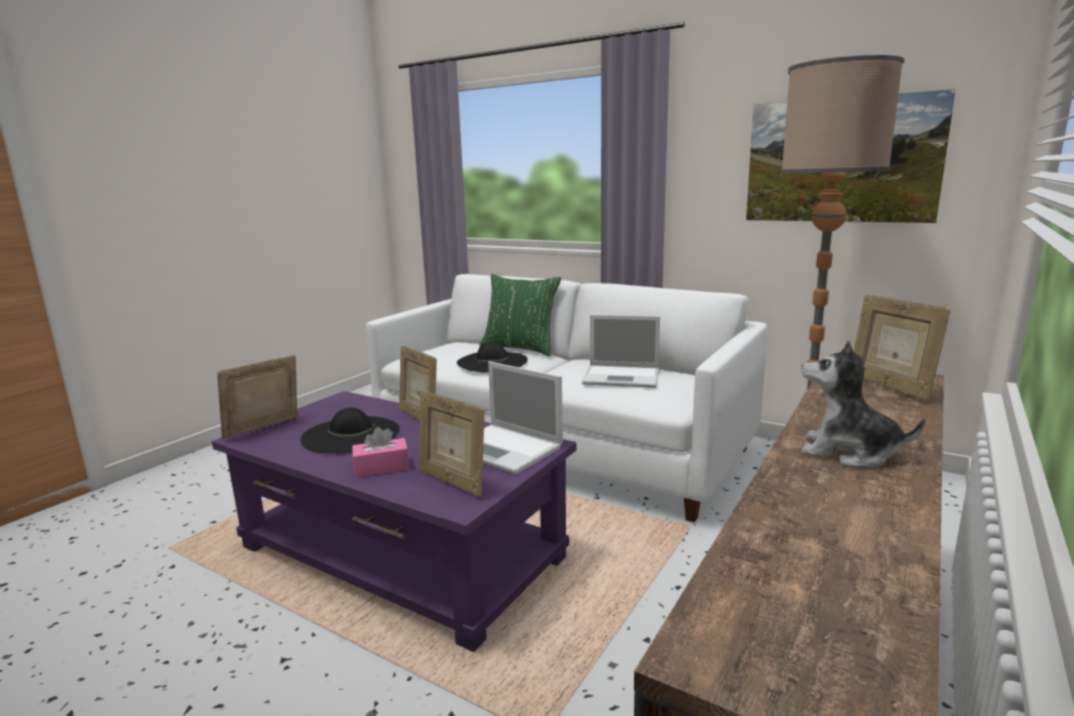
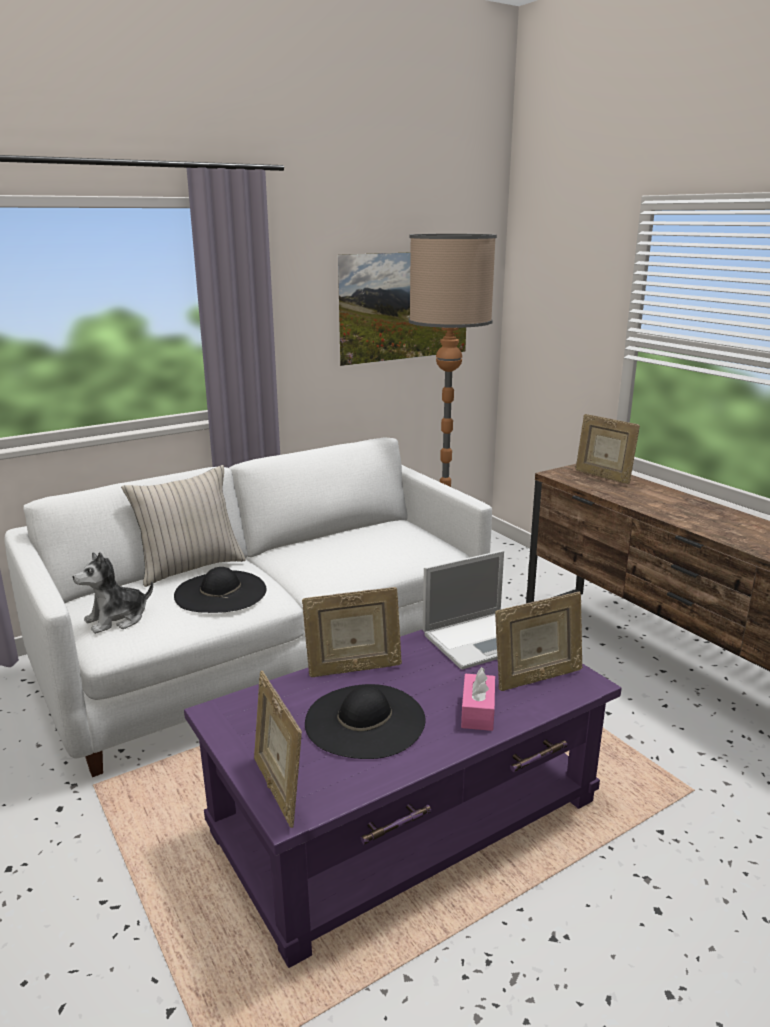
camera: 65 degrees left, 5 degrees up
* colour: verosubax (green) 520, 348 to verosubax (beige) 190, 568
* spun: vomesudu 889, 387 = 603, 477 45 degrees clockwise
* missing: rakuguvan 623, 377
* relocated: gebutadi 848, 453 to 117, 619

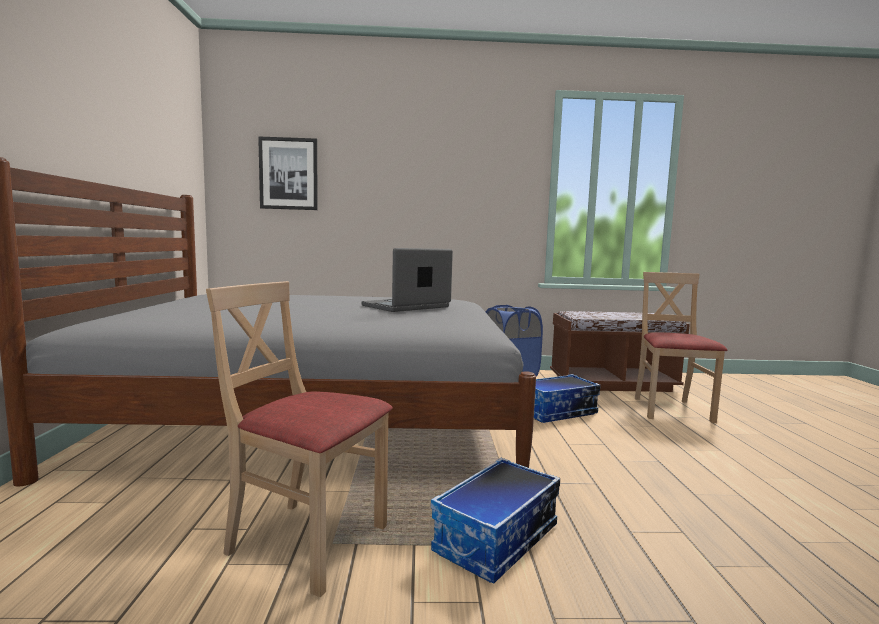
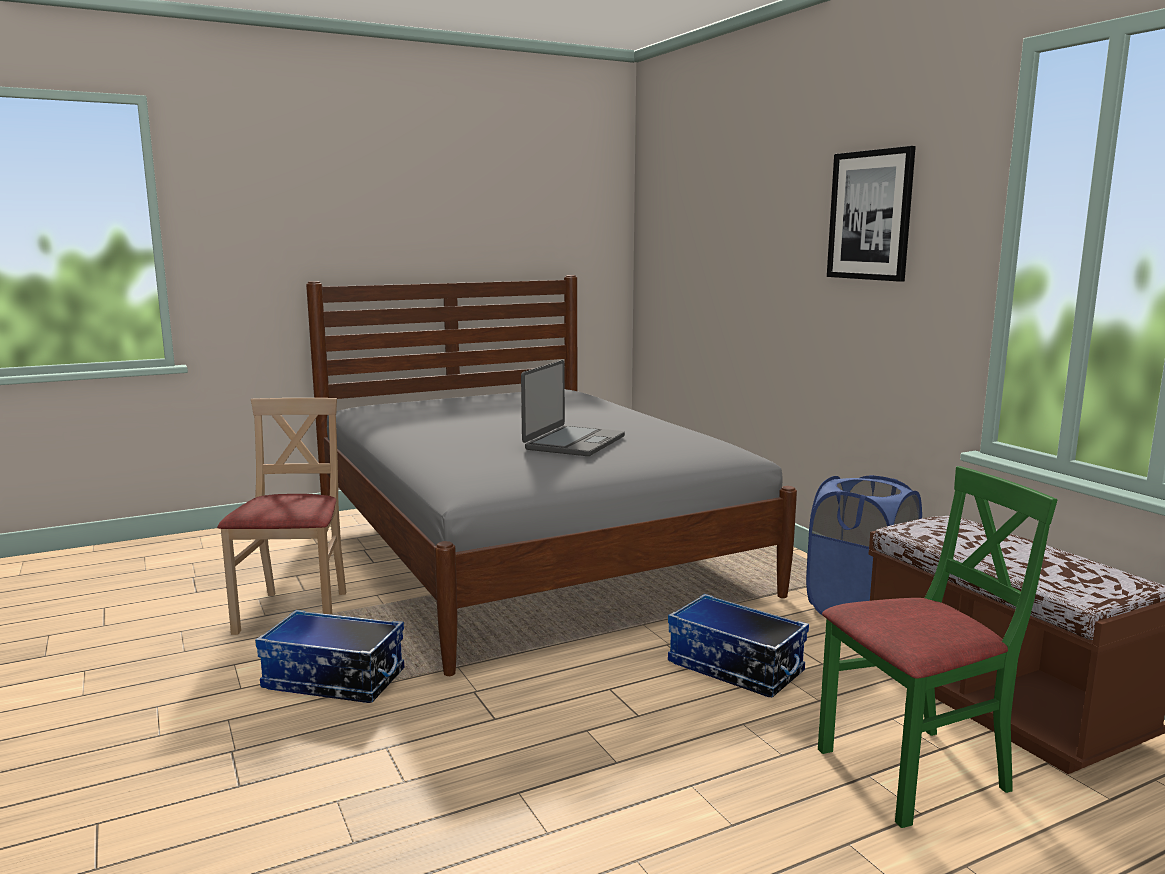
camera: 65 degrees right, 5 degrees up
* relocated: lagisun 288, 174 to 870, 215
* spun: rakuguvan 407, 306 = 573, 443 90 degrees clockwise
* colour: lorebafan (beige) 670, 409 to lorebafan (green) 914, 772

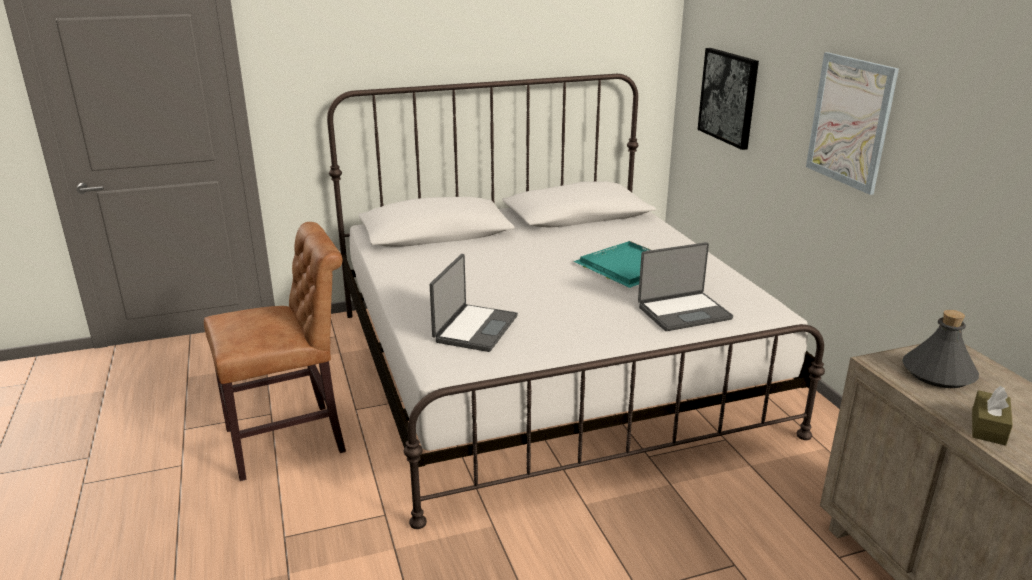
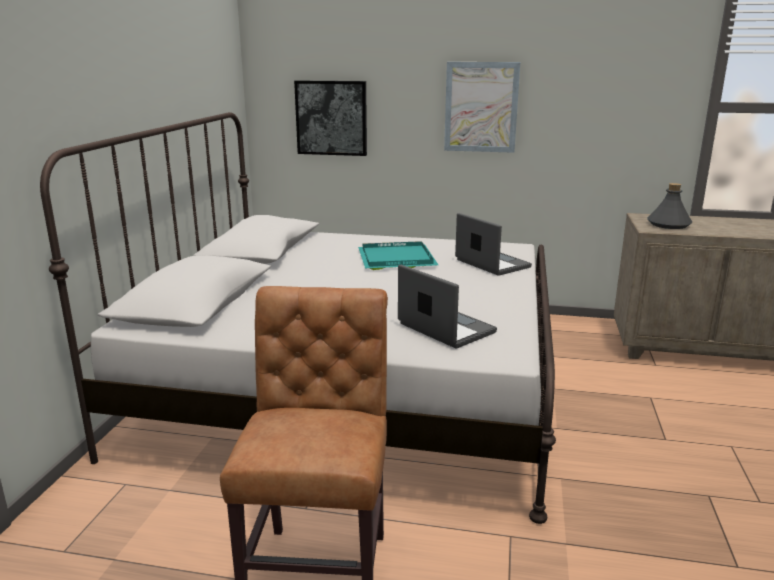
camera: 60 degrees left, 5 degrees down
* spun: rakuguvan 683, 312 = 491, 264 45 degrees counterclockwise
* missing: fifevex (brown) 988, 427

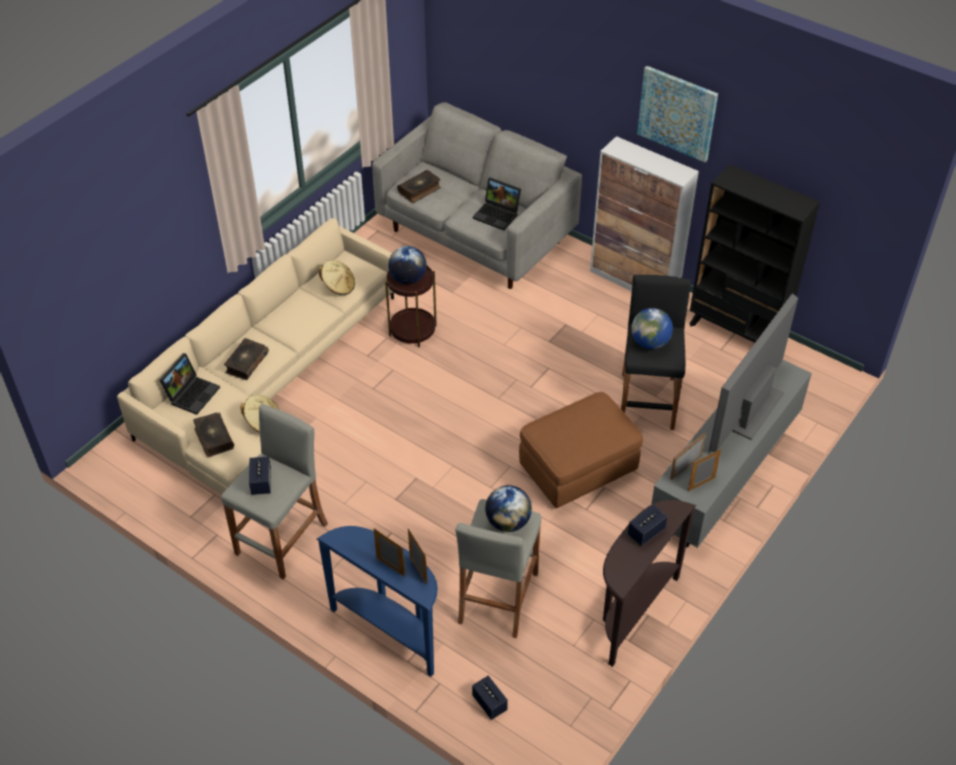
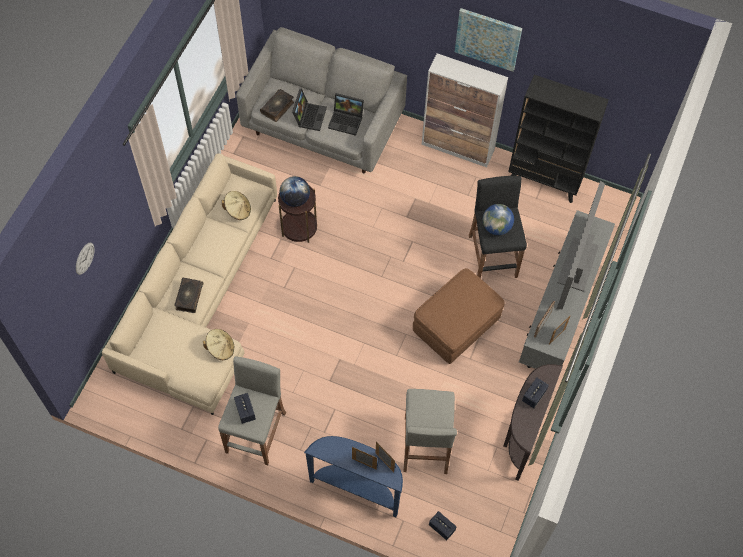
camera: 15 degrees left, 15 degrees up
* relocated: rakuguvan 192, 393 to 309, 116
* missing: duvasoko 213, 438
* missing: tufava 508, 522
* appeared: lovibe 84, 258

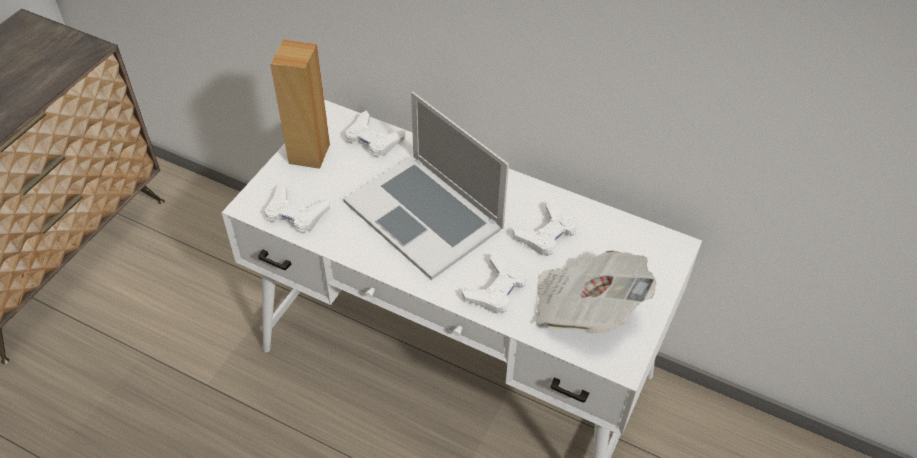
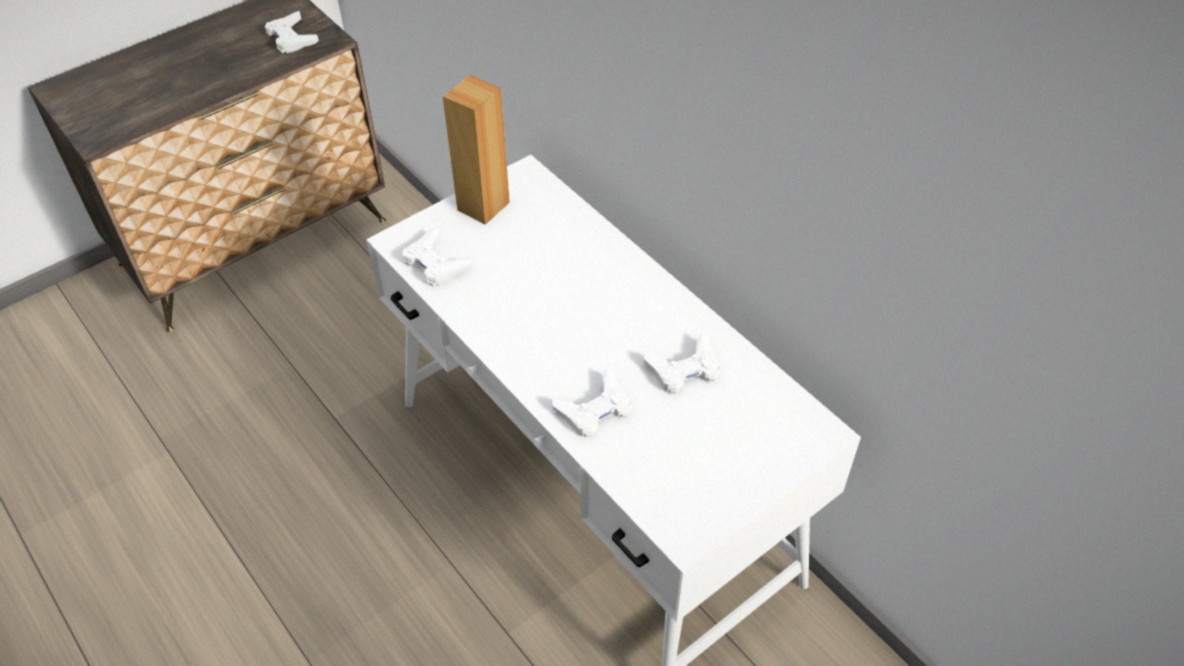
camera: 25 degrees right, 0 degrees up
* missing: rakuguvan 424, 214
* relocated: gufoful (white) 373, 139 to 291, 38
* missing: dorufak 585, 308

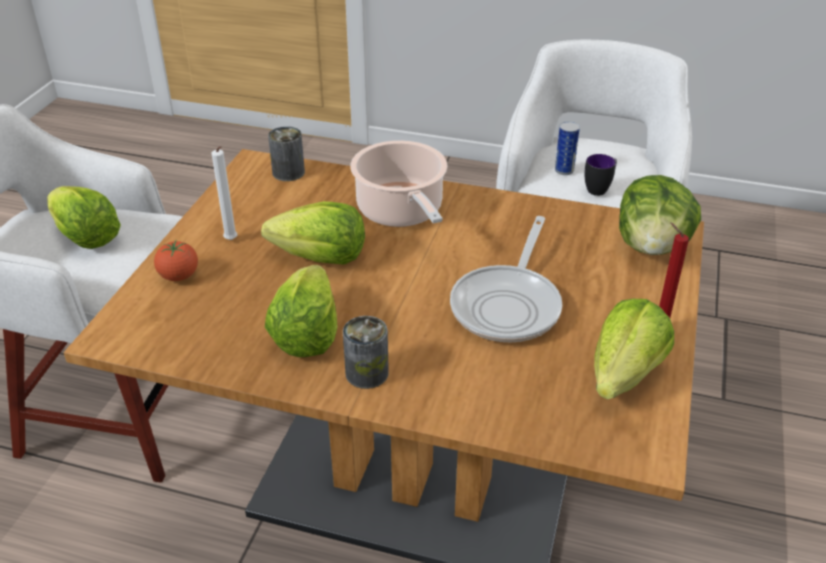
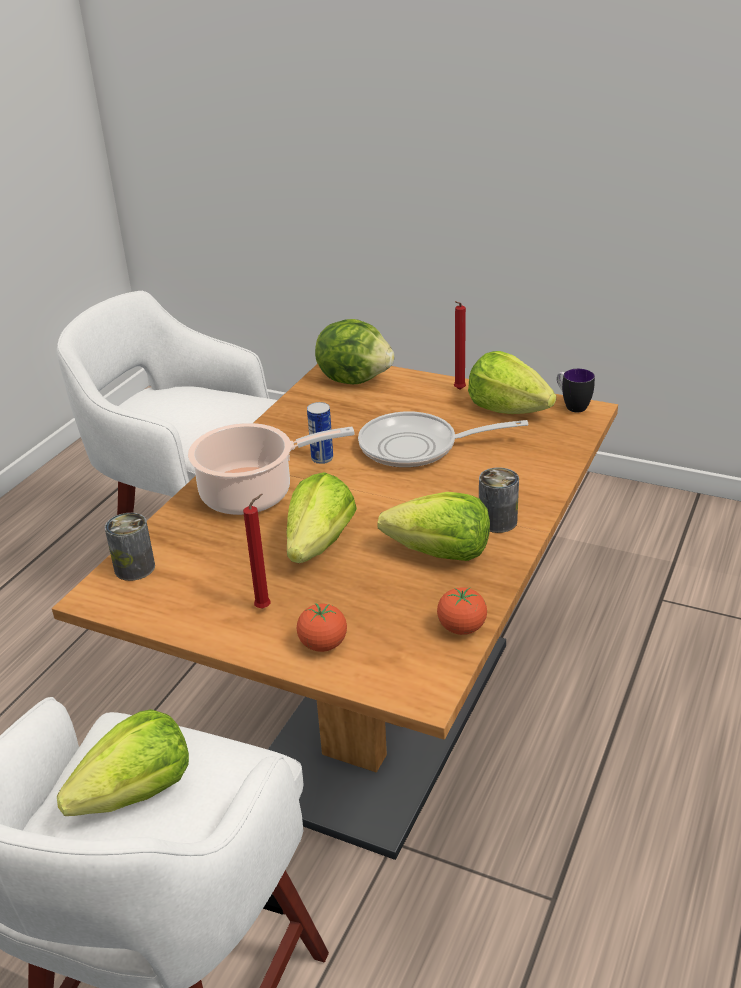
camera: 80 degrees left, 5 degrees down
* relocated: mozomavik 564, 170 to 322, 458
* colour: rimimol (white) 232, 241 to rimimol (red) 265, 607
* relocated: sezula 600, 188 to 572, 405
* spun: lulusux 509, 305 = 417, 447 150 degrees clockwise
* appeared: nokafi 461, 628

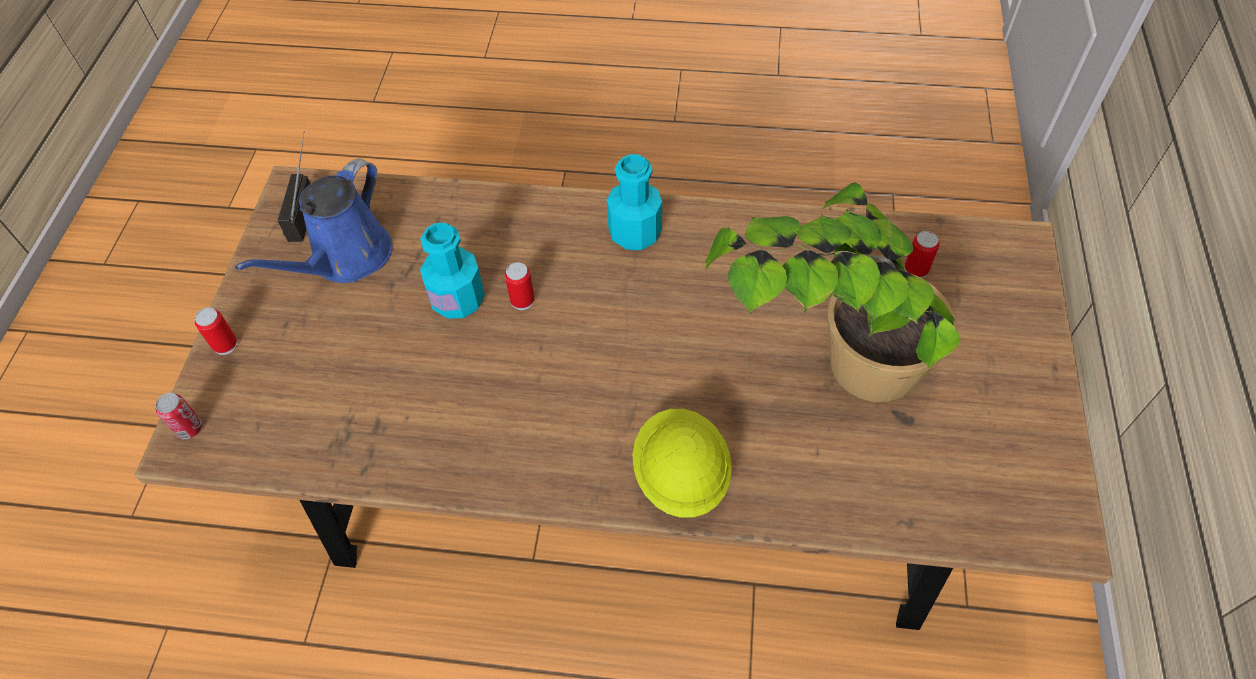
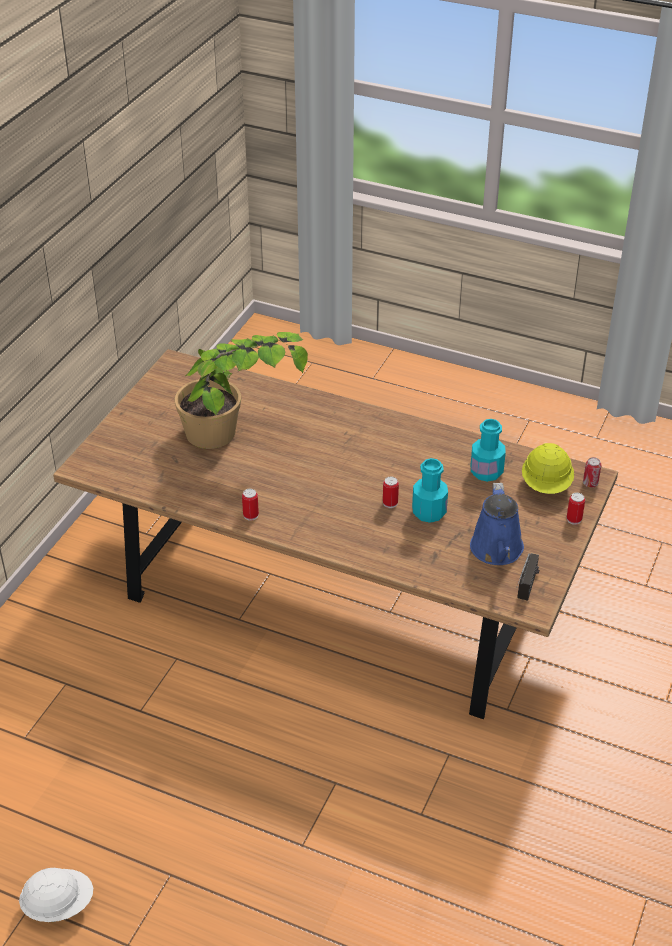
camera: 165 degrees left, 15 degrees down
* relocated: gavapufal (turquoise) 635, 233 to 486, 472
* spun: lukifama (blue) 346, 258 = 497, 551 135 degrees clockwise
* relocated: mozomavik 916, 269 to 250, 515
* relocated: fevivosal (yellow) 680, 475 to 546, 485
* appeared: fevivosal (white) 59, 905

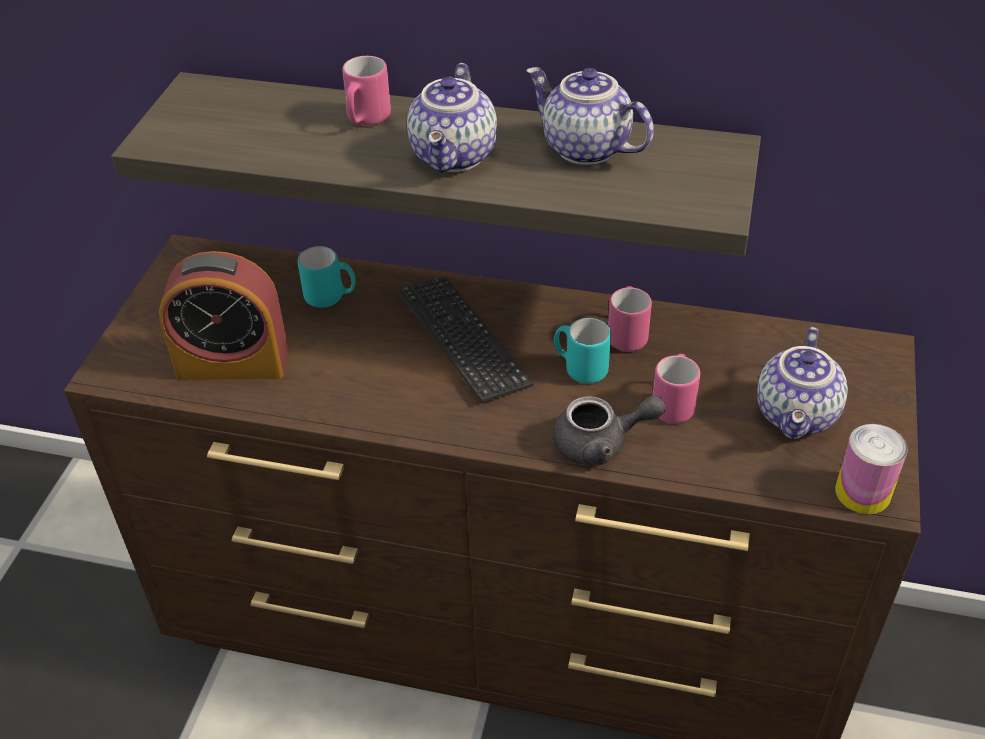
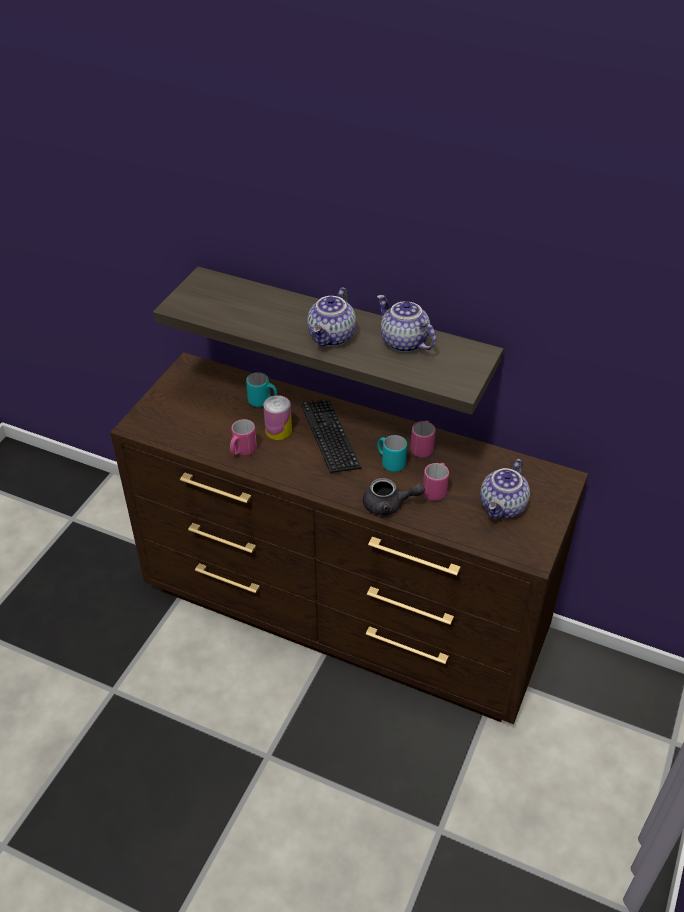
camera: 10 degrees right, 0 degrees up
* relocated: sezula (pink) 366, 120 to 242, 451
* missing: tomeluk 233, 363
* relocated: mozomavik 862, 492 to 278, 430

